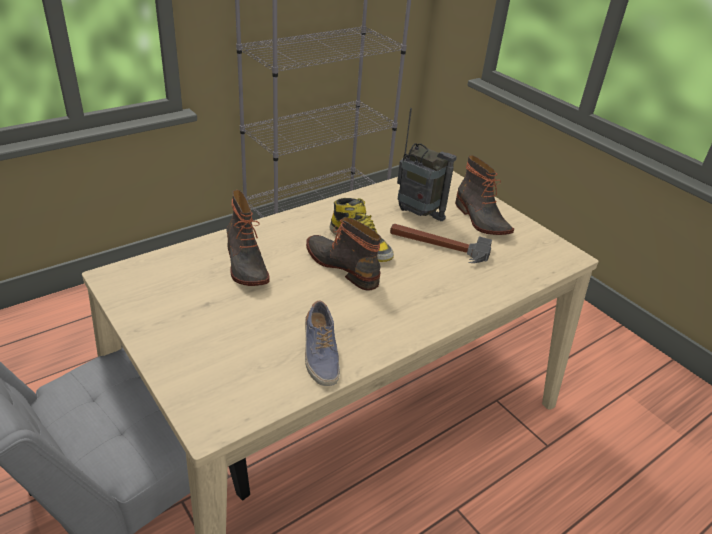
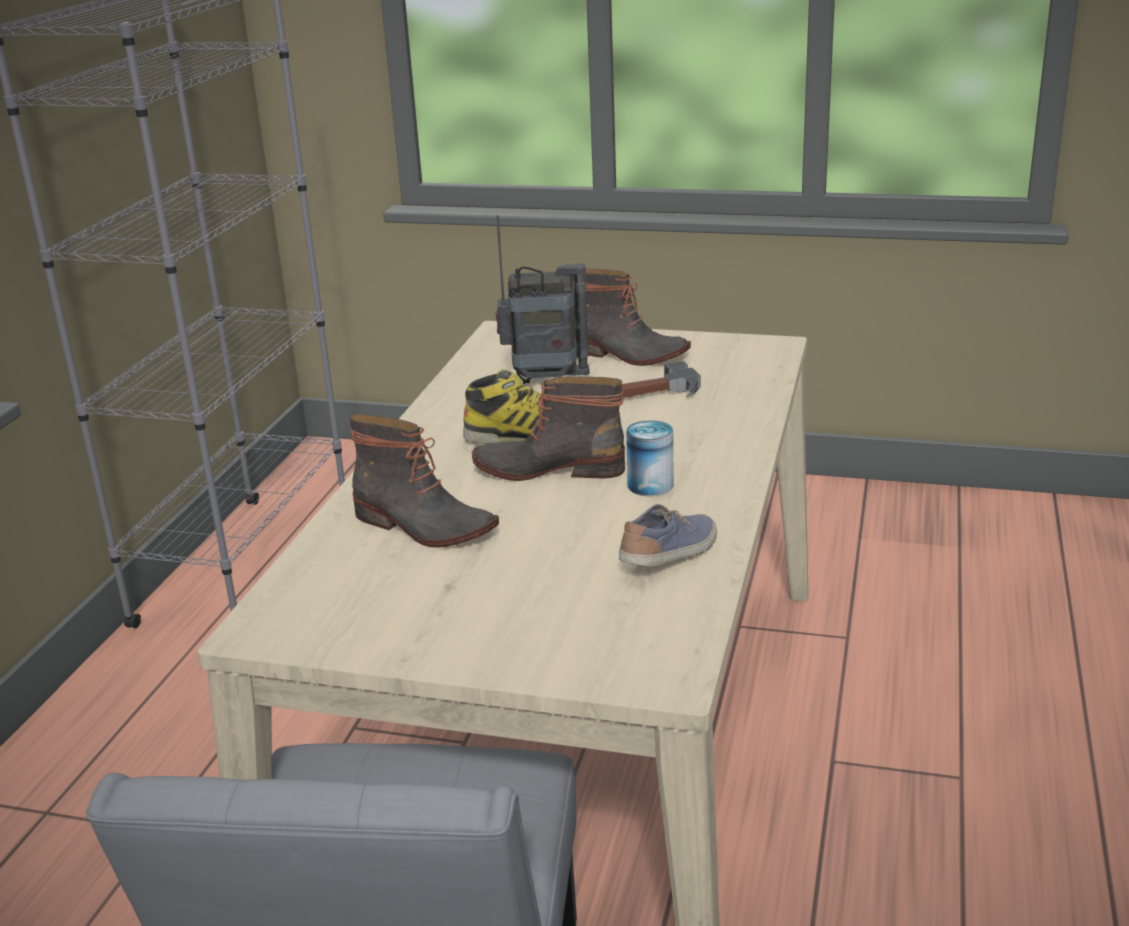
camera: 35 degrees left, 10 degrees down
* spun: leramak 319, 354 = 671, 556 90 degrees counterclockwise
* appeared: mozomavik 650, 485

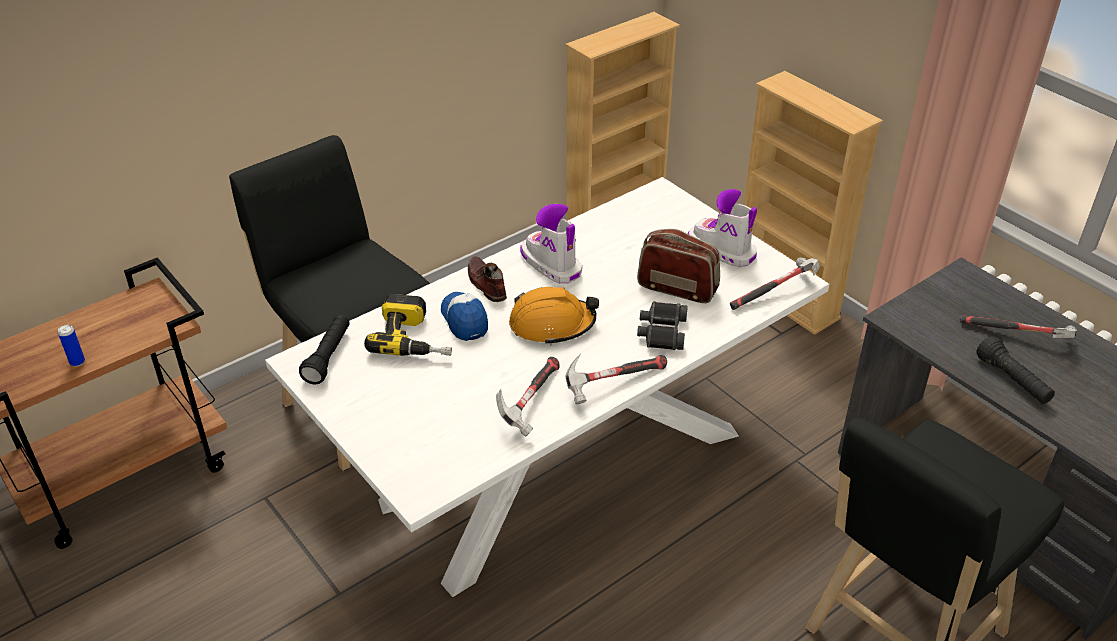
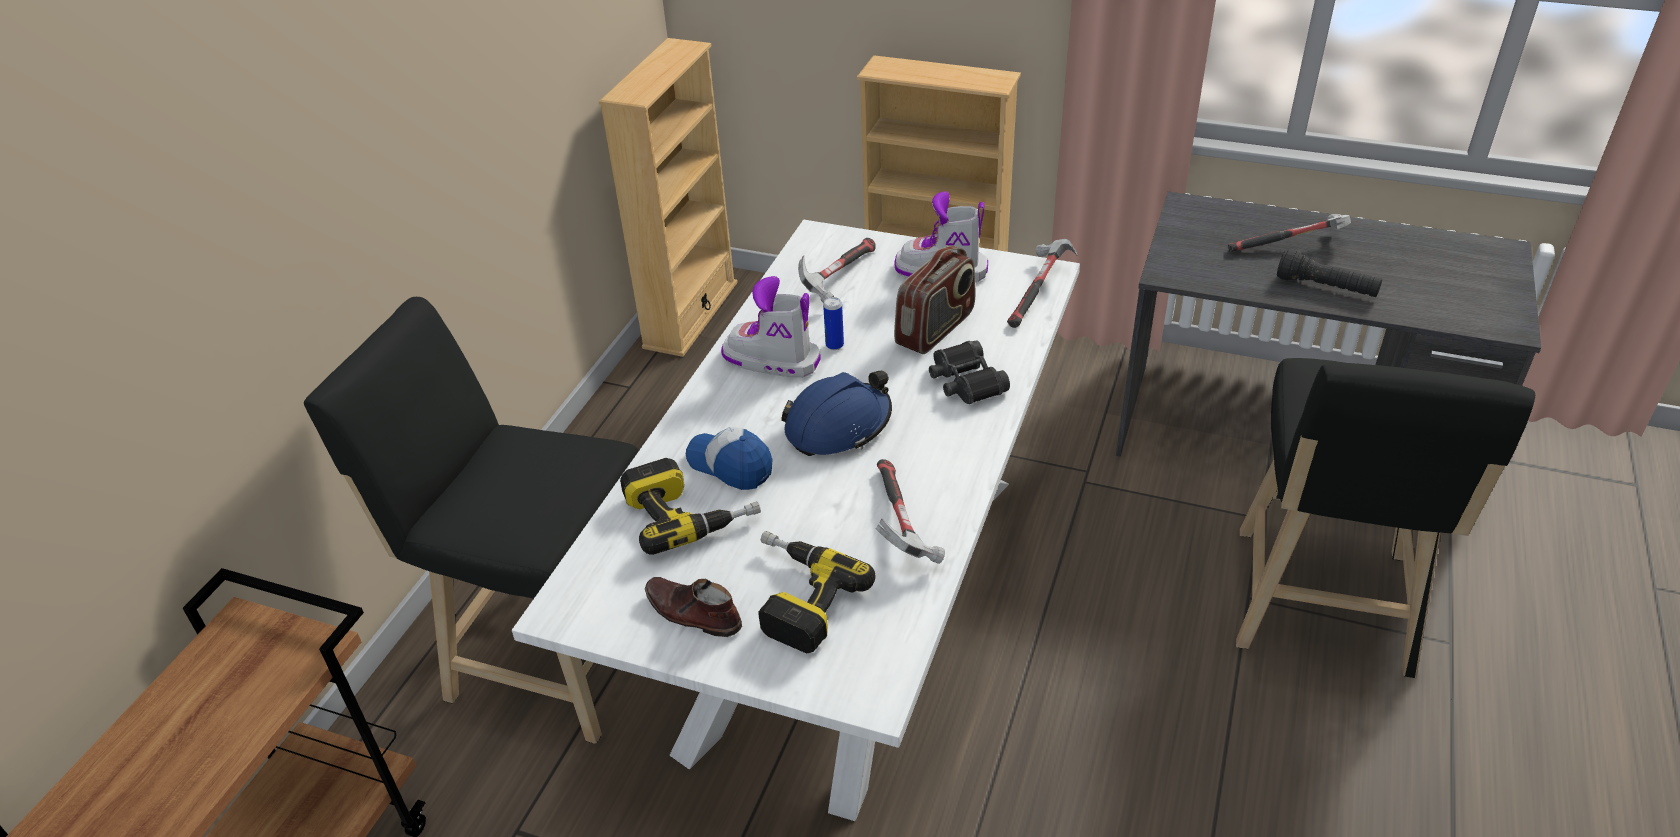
camera: 30 degrees left, 0 degrees up
* spun: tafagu 677, 288 = 936, 329 135 degrees clockwise
* relocated: leramak (brown) 486, 284 to 692, 613
* colour: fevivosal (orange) 552, 325 to fevivosal (blue) 838, 426
* missing: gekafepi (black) 328, 357
* relocated: mozomavik 77, 362 to 834, 345
* relocated: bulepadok 613, 383 to 838, 279
* appeared: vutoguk 795, 597

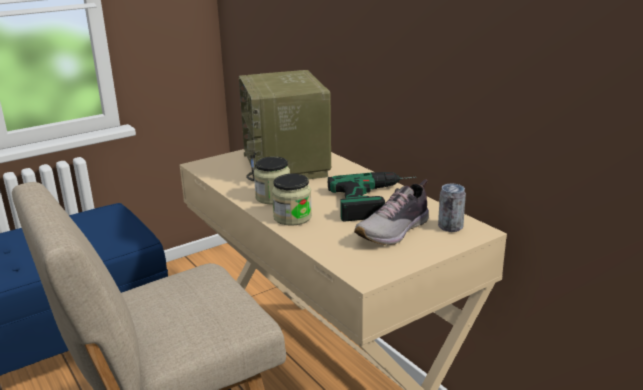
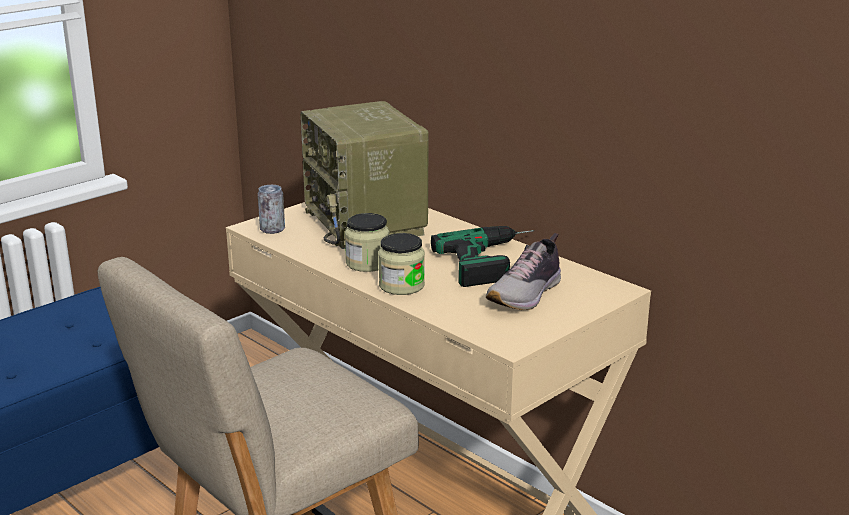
camera: 10 degrees left, 0 degrees up
* relocated: mozomavik 450, 227 to 272, 229

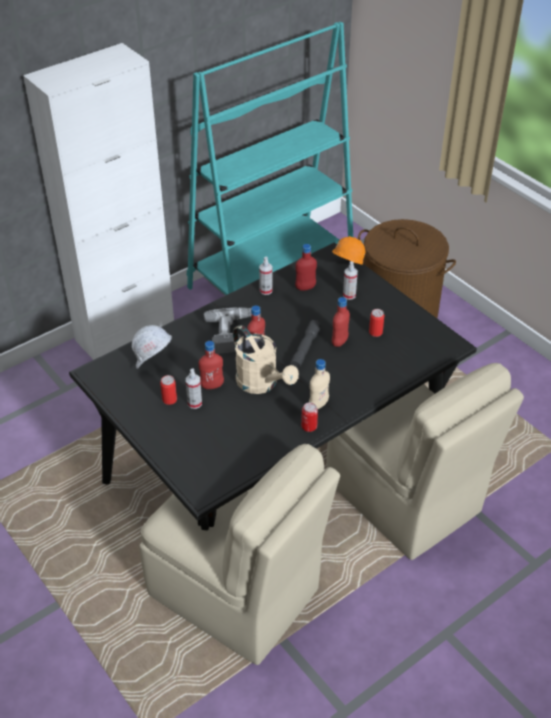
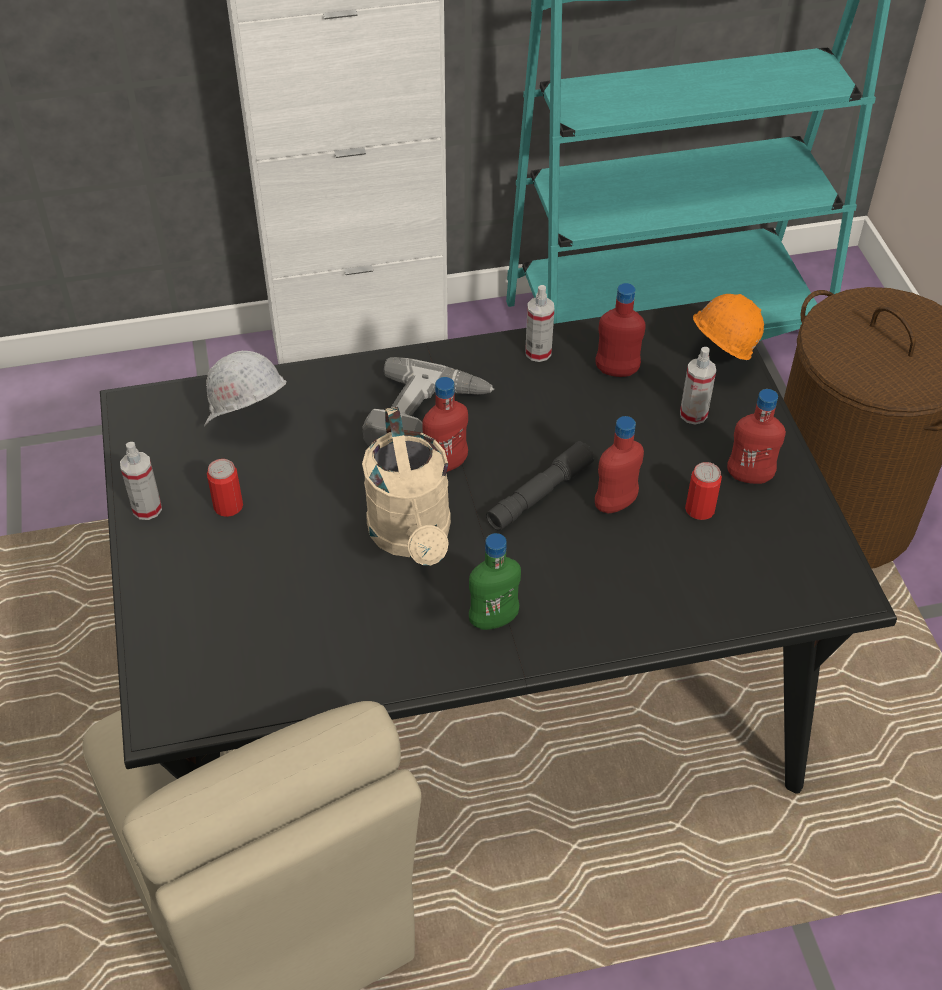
camera: 25 degrees right, 5 degrees up
* relocated: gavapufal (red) 212, 385 to 749, 476
* colour: gavapufal (beige) 318, 404 to gavapufal (green) 493, 620
* missing: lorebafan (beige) 405, 498
* relocated: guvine 194, 403 to 147, 509
* missing: mozomavik 309, 427

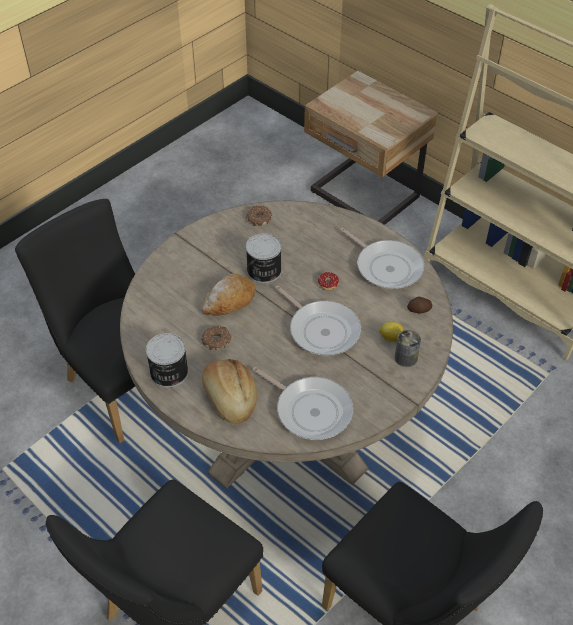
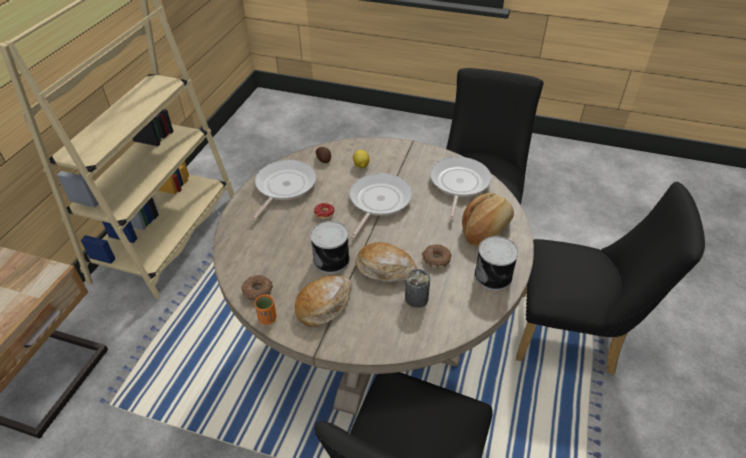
camera: 115 degrees left, 5 degrees down
* relocated: mozomavik 406, 358 to 416, 298
* appeared: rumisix 324, 305
* appeared: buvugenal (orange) 267, 318

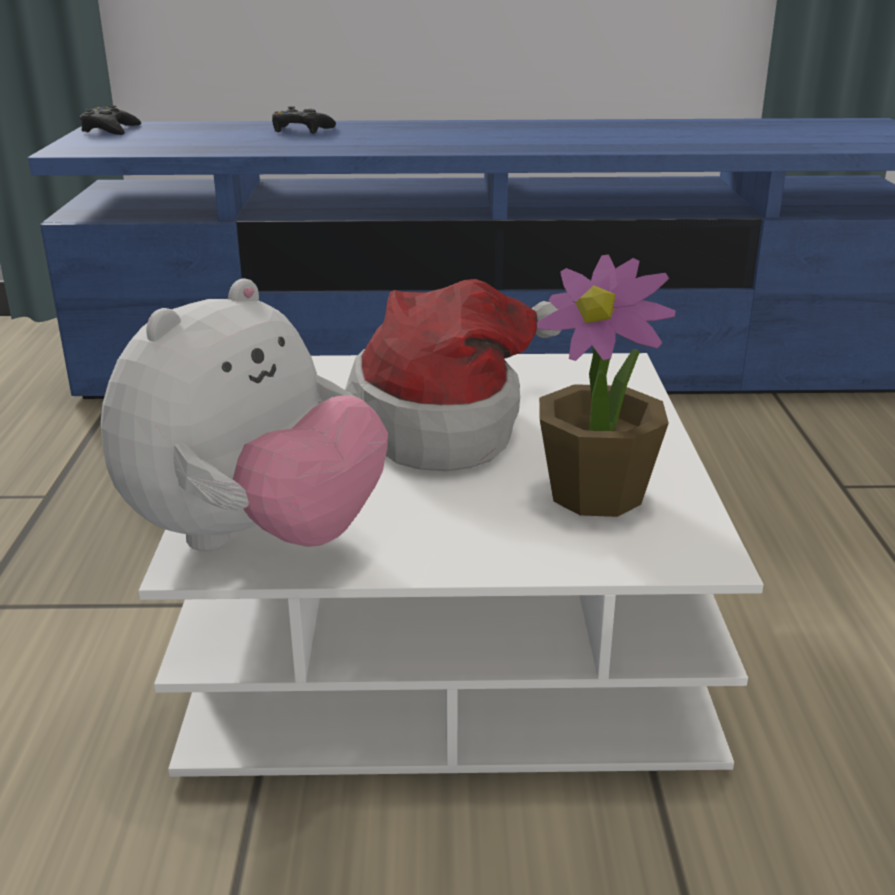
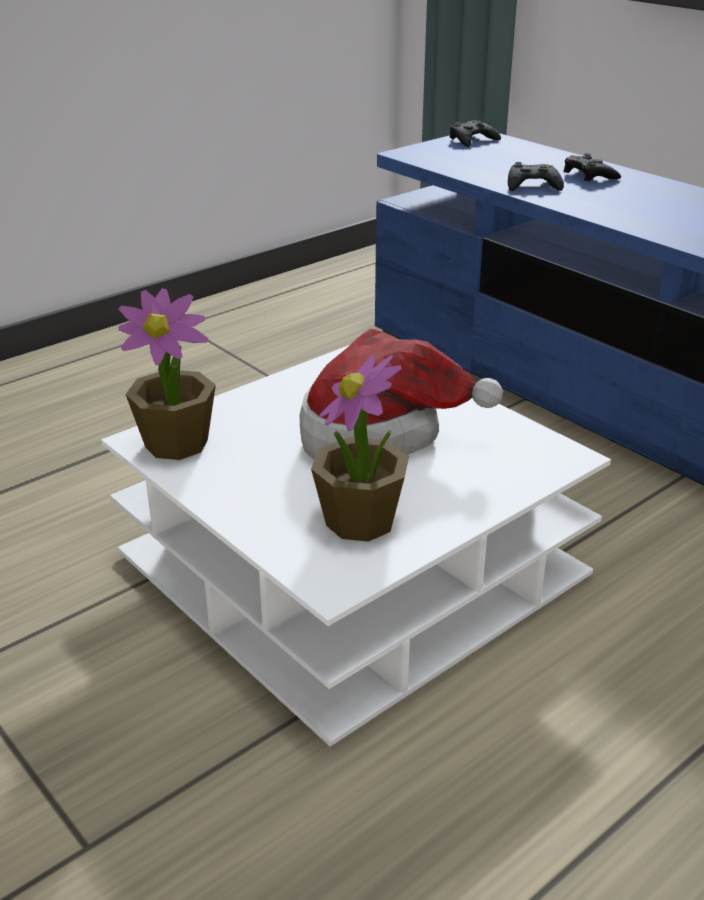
camera: 50 degrees right, 5 degrees up
* exchanged: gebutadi 255, 538 to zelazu 177, 443
* appeared: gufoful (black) 532, 185

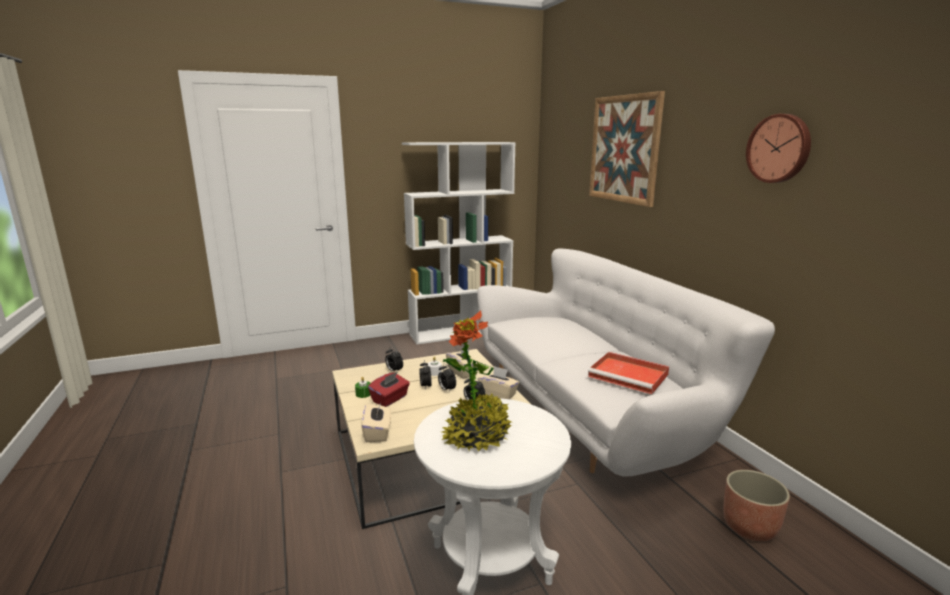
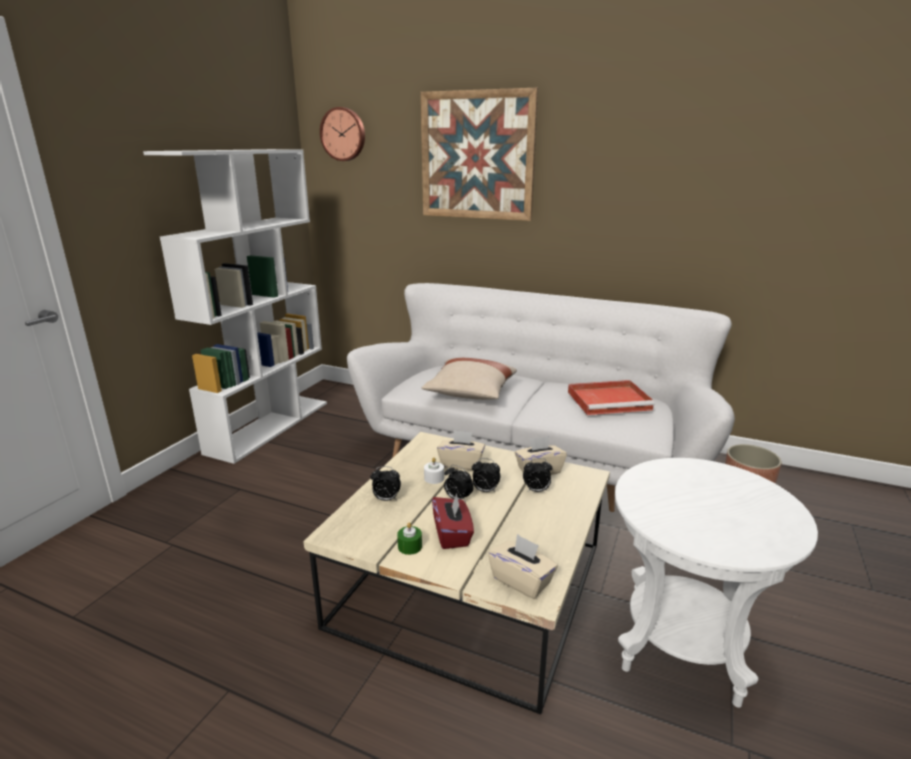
camera: 45 degrees left, 5 degrees up
* relocated: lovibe 779, 148 to 343, 134
* missing: zelazu 477, 436
* appeared: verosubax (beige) 470, 393

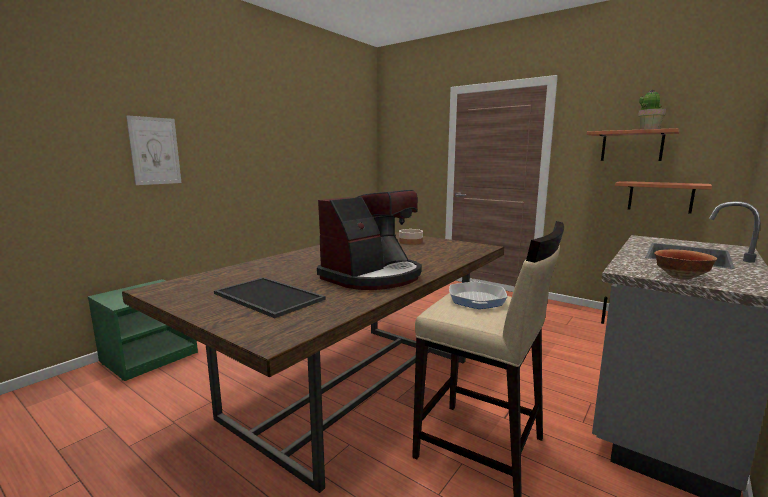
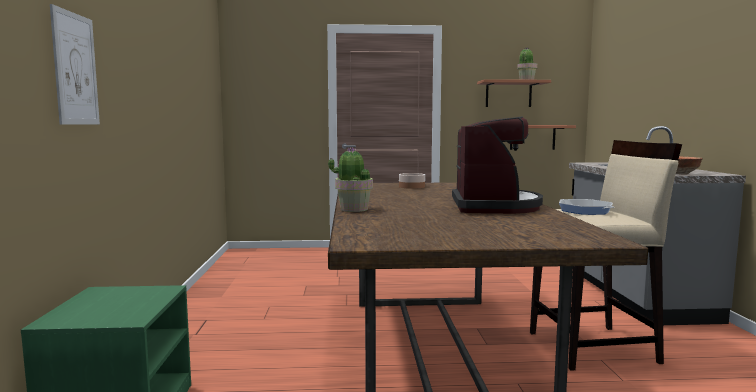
camera: 40 degrees left, 5 degrees down
* missing: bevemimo 266, 297
* appeared: zelazu 353, 209

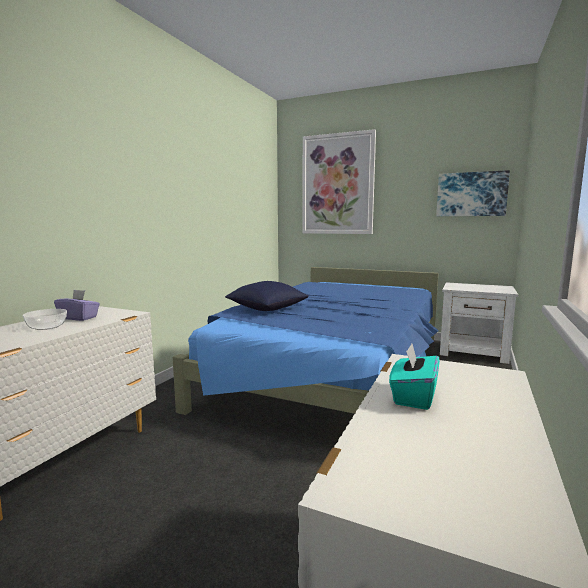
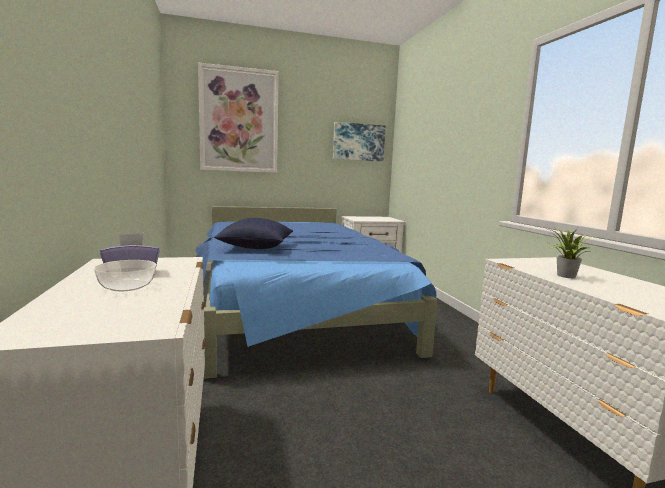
camera: 40 degrees left, 0 degrees up
* exchanged: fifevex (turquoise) 413, 396 to zelazu 564, 276

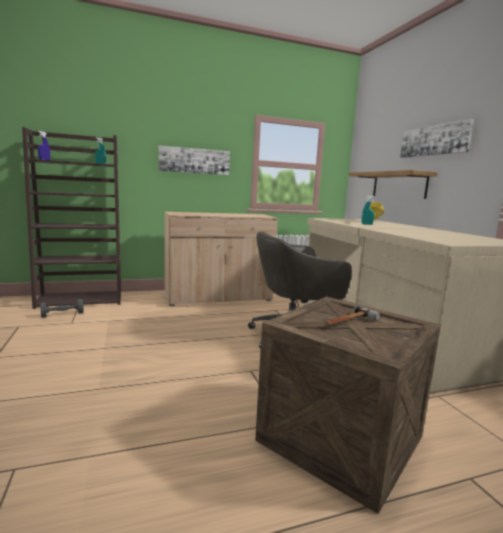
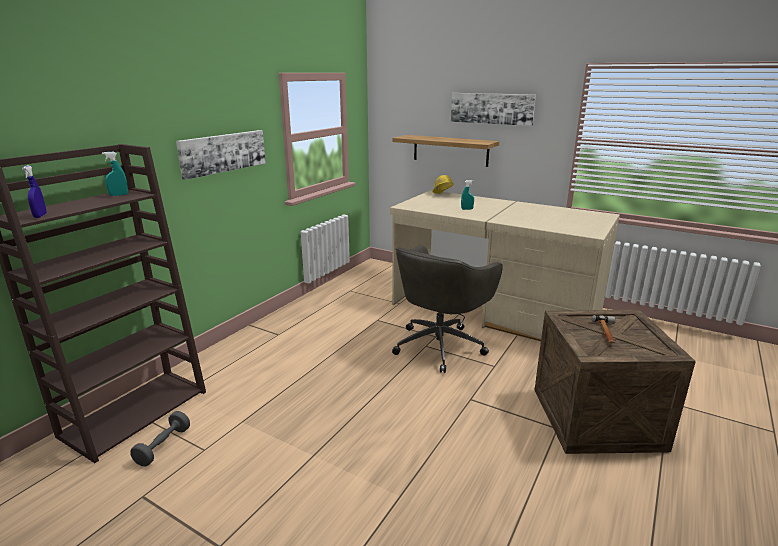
camera: 40 degrees left, 10 degrees up
* missing: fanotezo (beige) 218, 297

